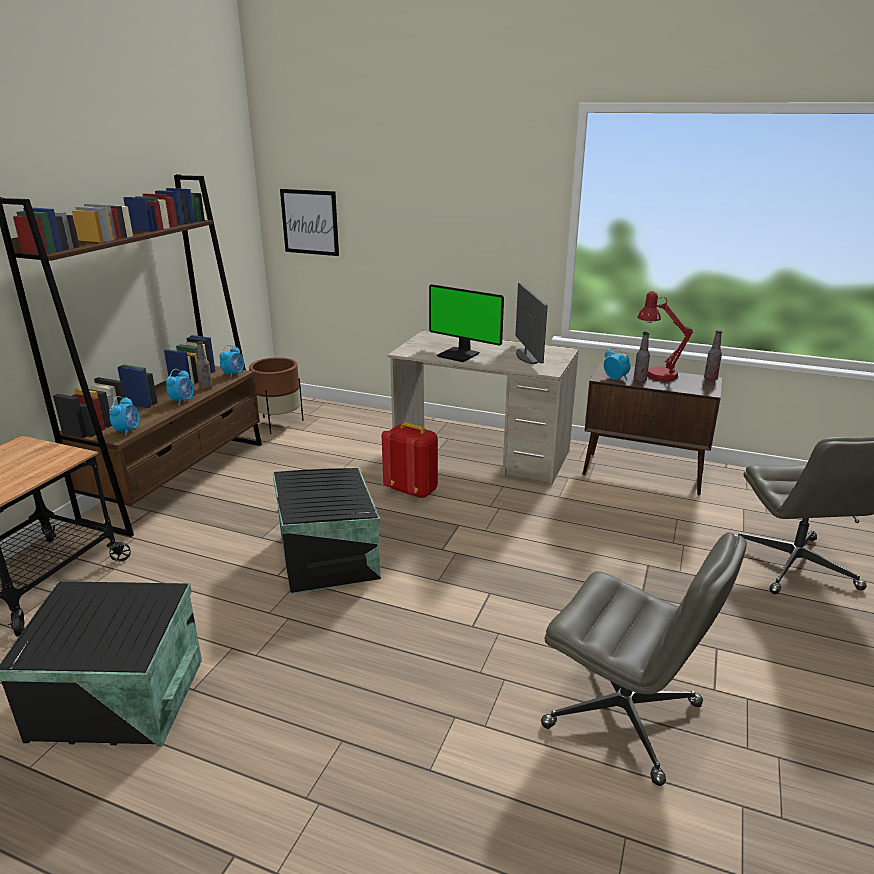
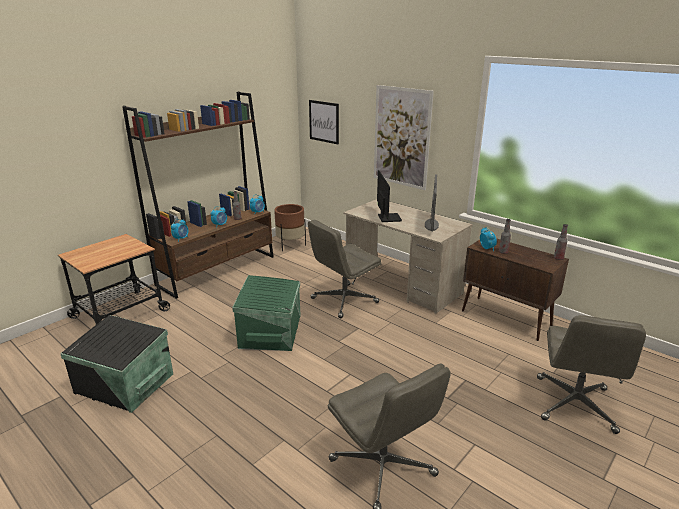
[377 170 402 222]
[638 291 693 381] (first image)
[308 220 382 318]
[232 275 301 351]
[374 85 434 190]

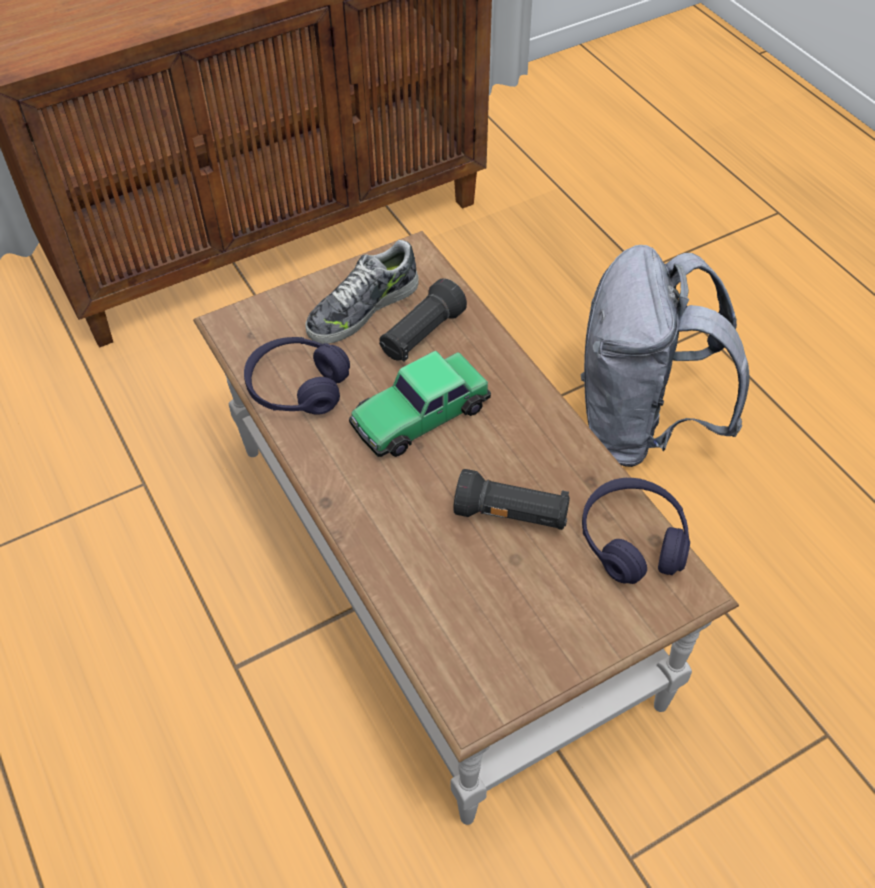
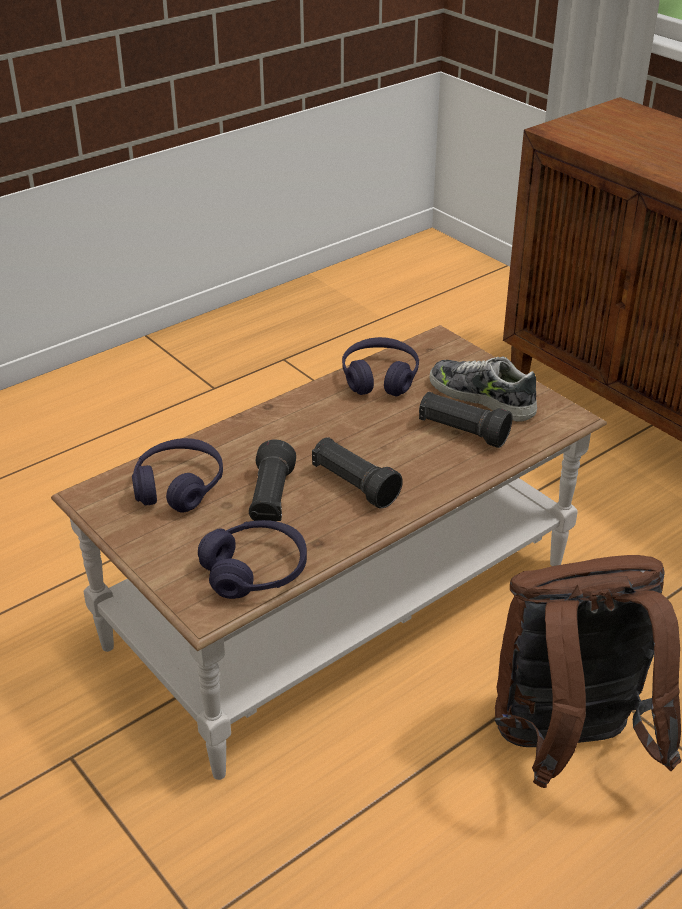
[495 555 681 788]
[349 351 491 457] (first image)
[312 437 403 509]
[132 438 223 513]

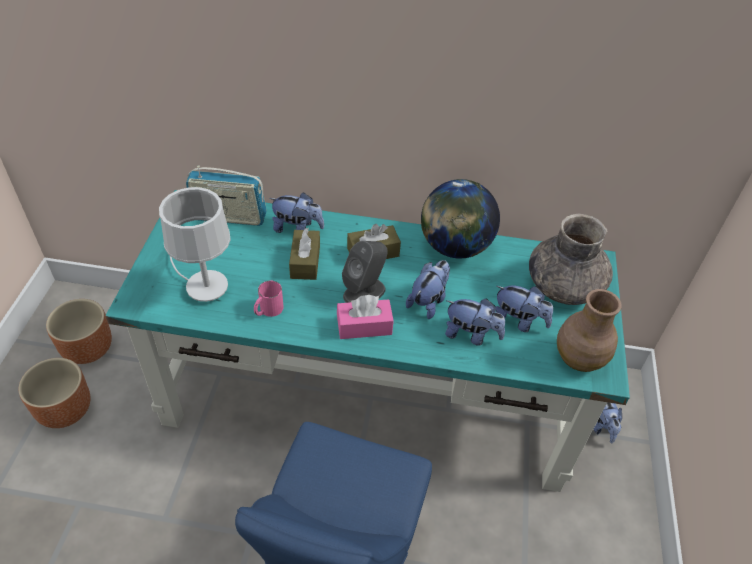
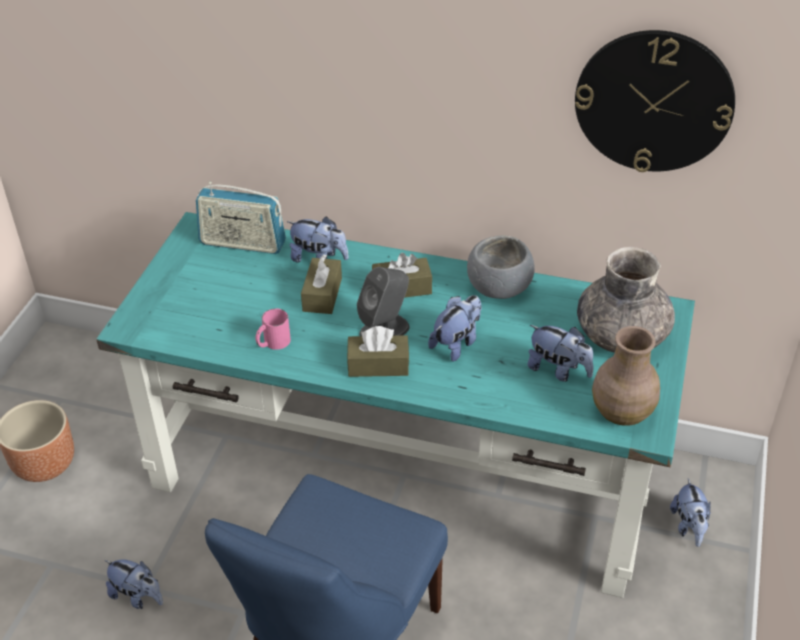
[467 235 535 299]
[159 187 231 302] (first image)
[347 326 409 377]
[46 299 112 364] (first image)
[105 560 163 609]
[575 30 735 172]

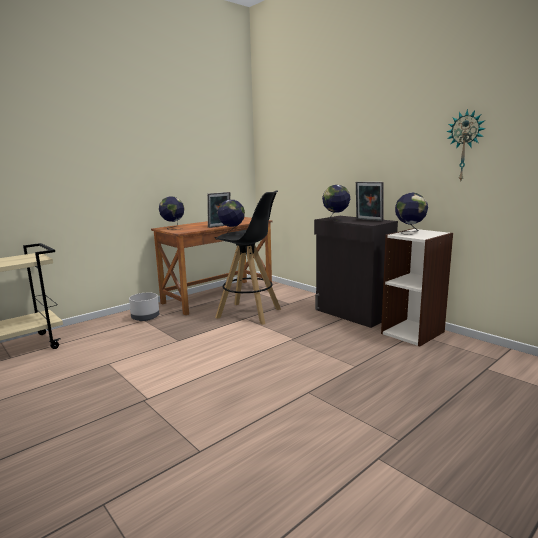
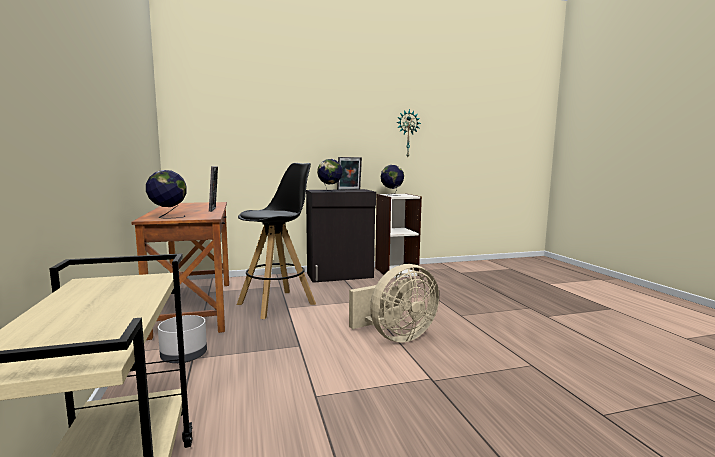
[218 200 245 235] (first image)
[349 264 439 343]

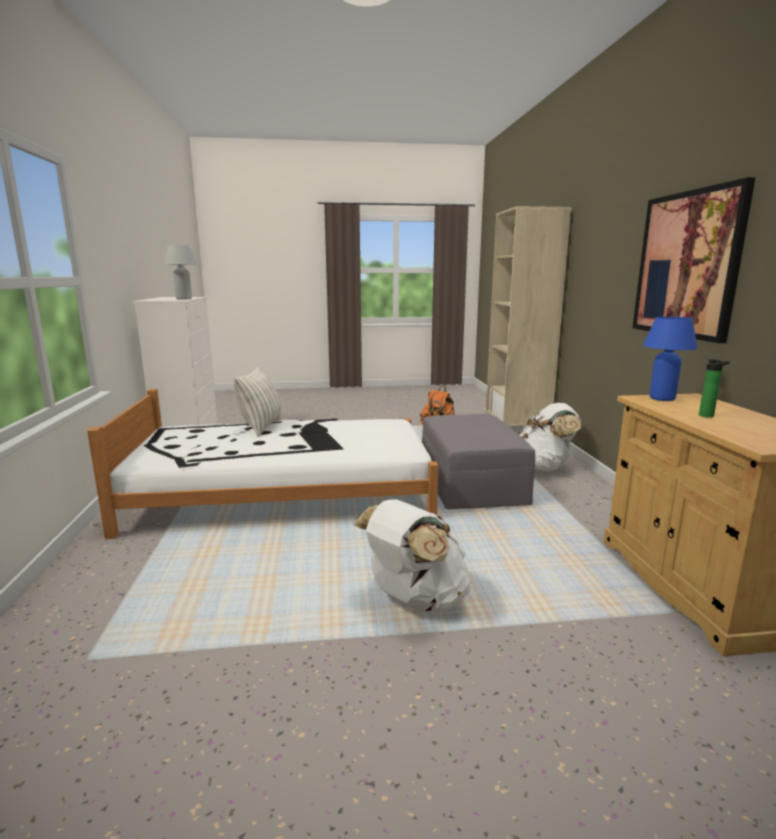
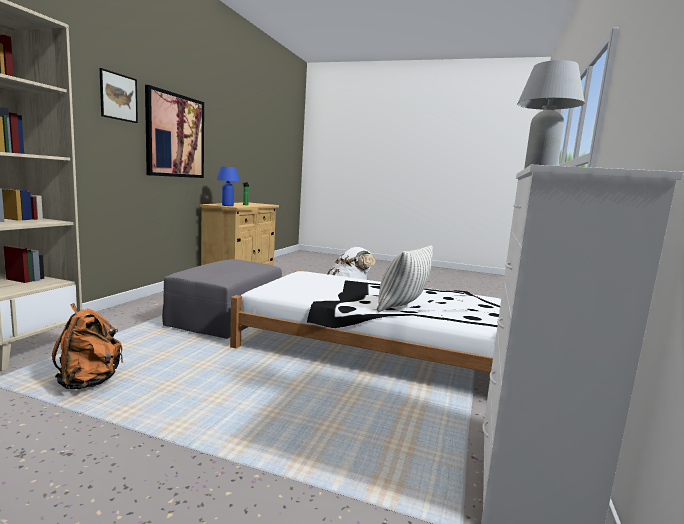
[518 403 581 472] (first image)
[100 68 138 123]

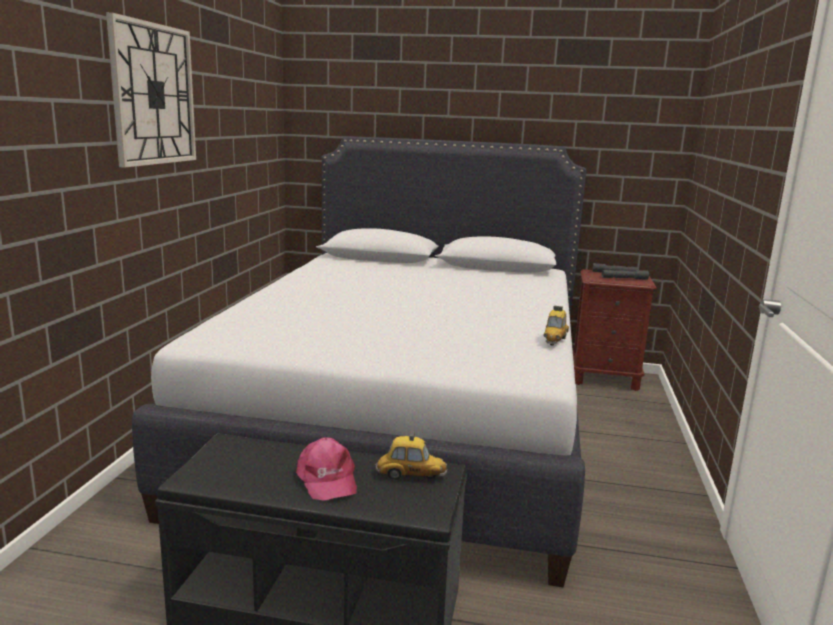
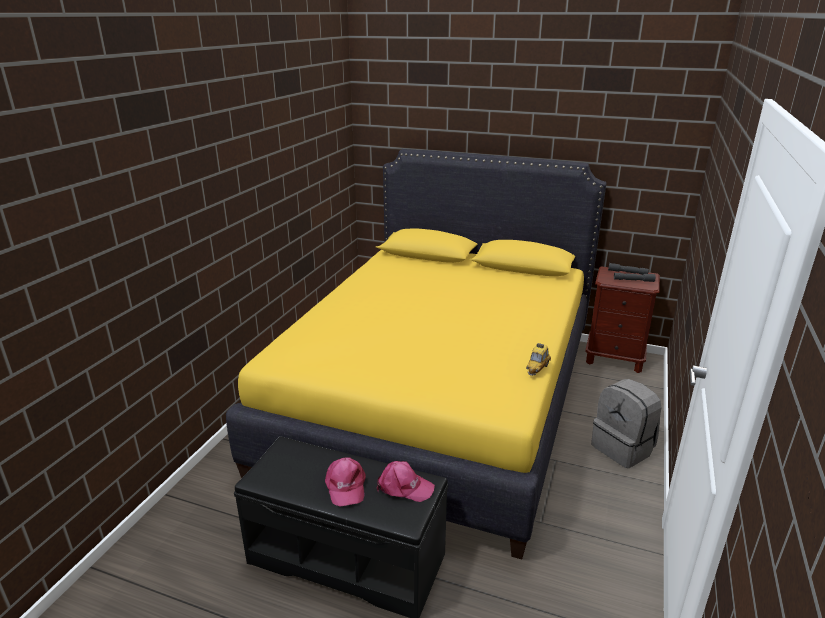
[106 12 196 168] (first image)
[226 149 607 560]
[377 461 435 502]
[591 379 662 468]

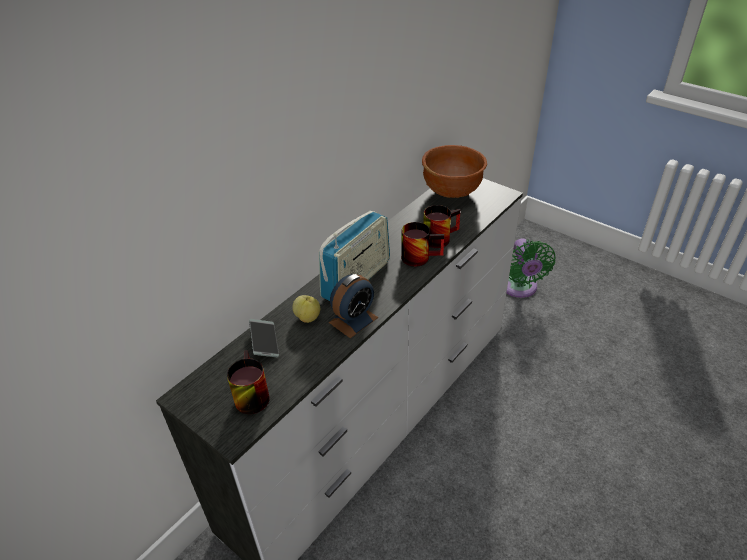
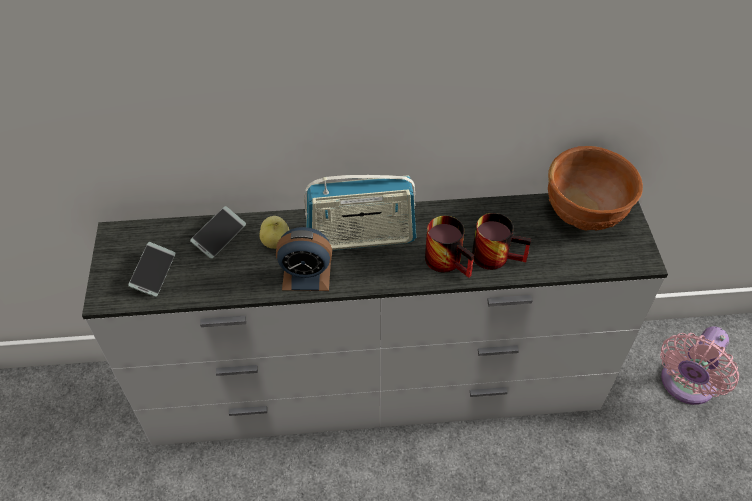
[660 326 739 405]
[128 242 175 297]

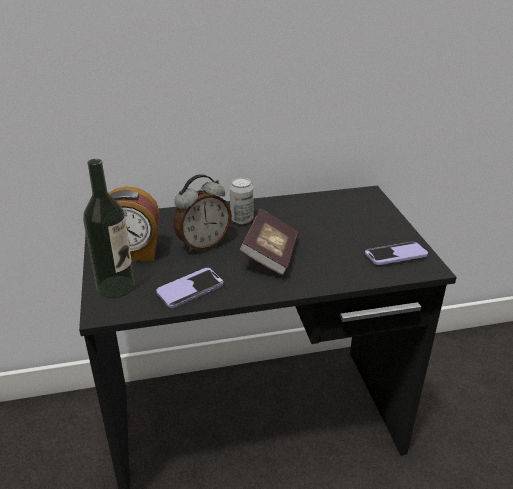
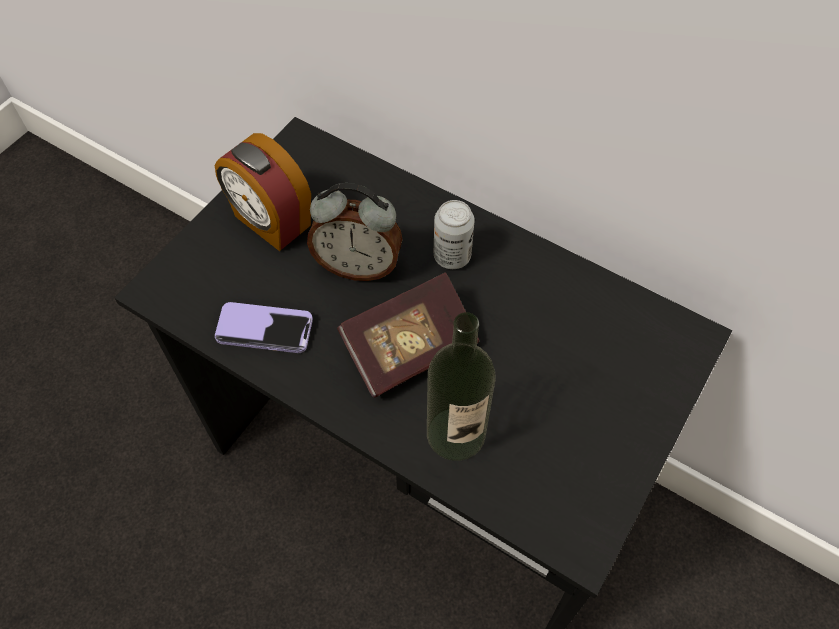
[427 312 496 461]
[365 242 428 265] (first image)

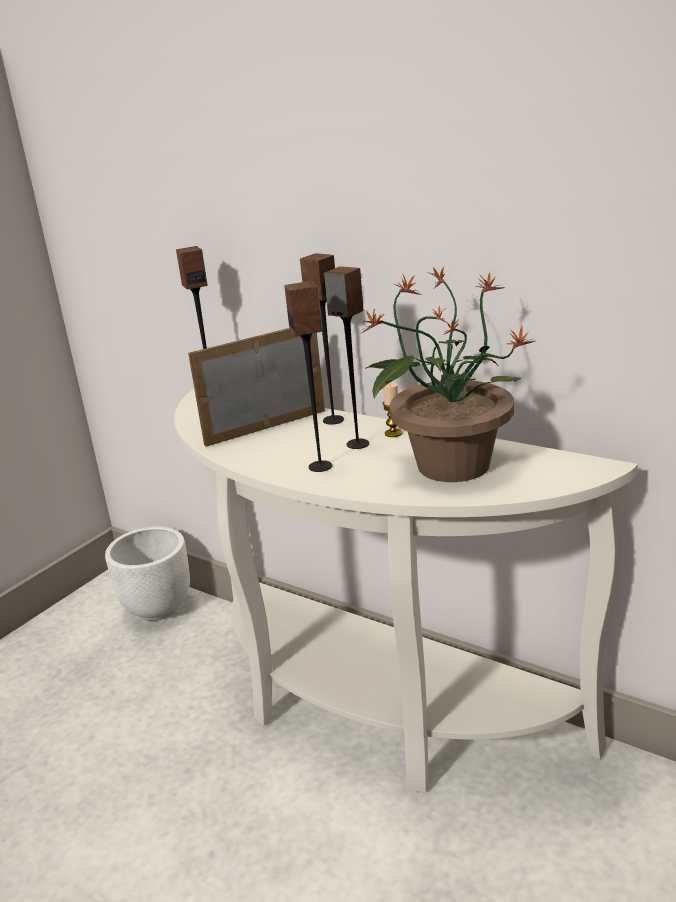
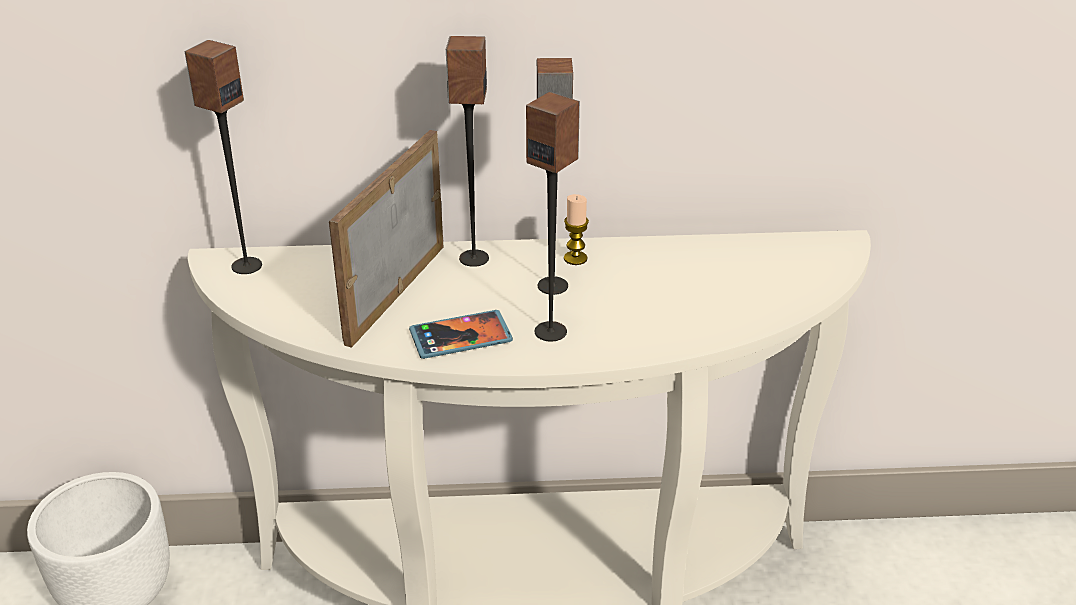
[362 267 535 482] (first image)
[409 310 513 359]

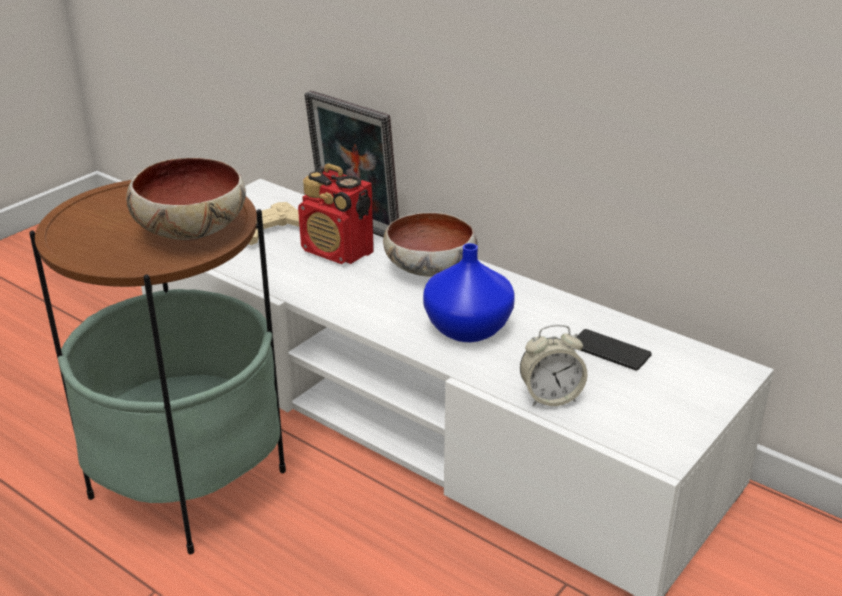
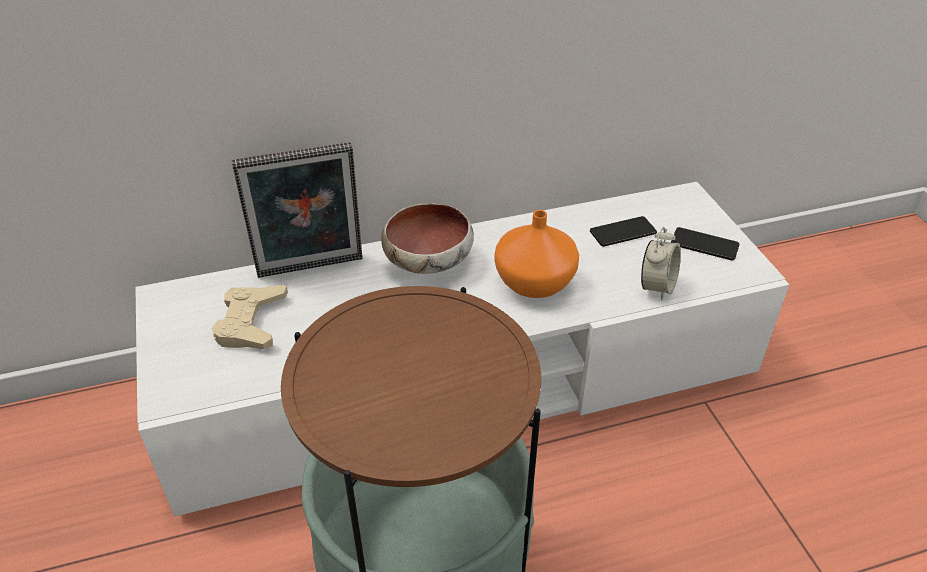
[126 158 246 241] (first image)
[298 163 374 264] (first image)
[495 210 579 298]
[671 227 740 261]

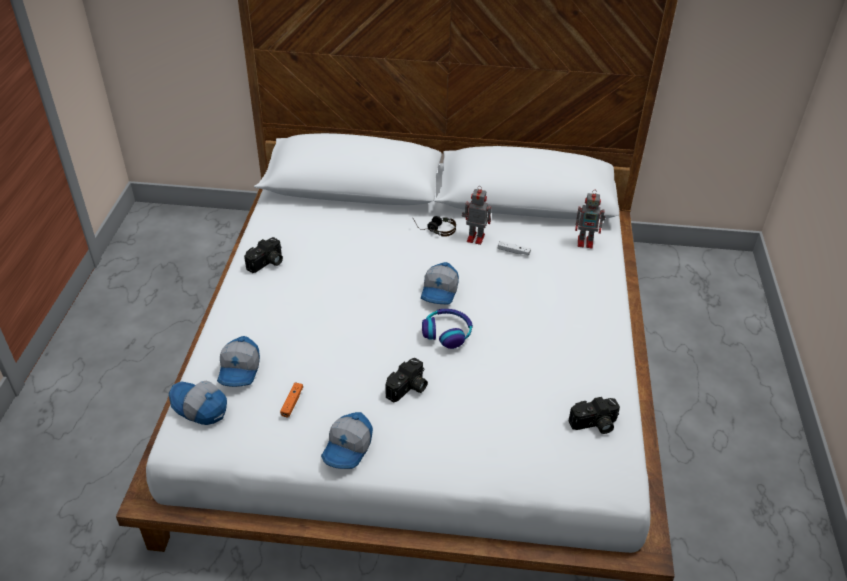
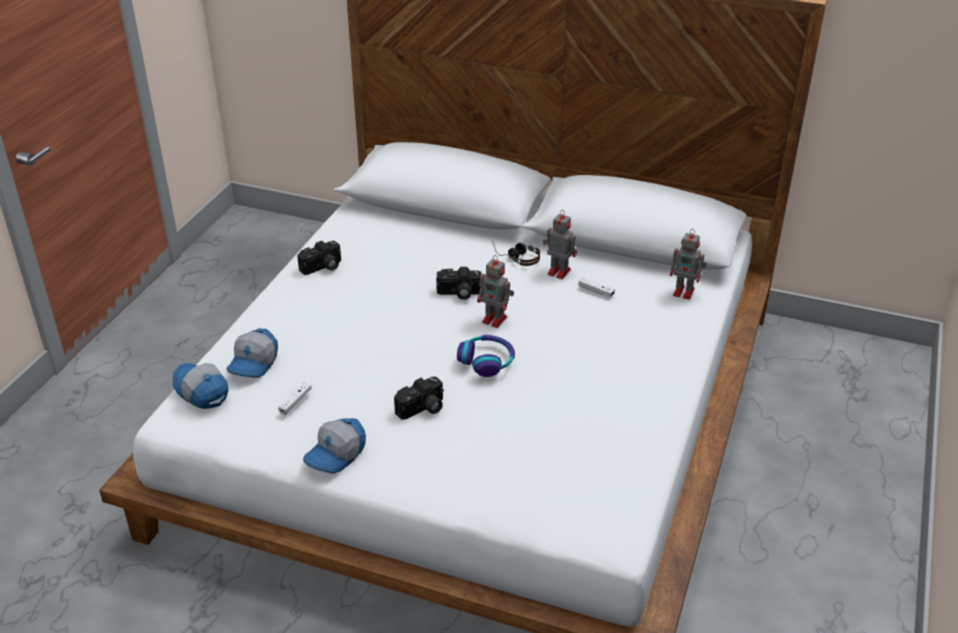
[477 255 514 328]
[278 382 312 415]
[436 267 482 300]

